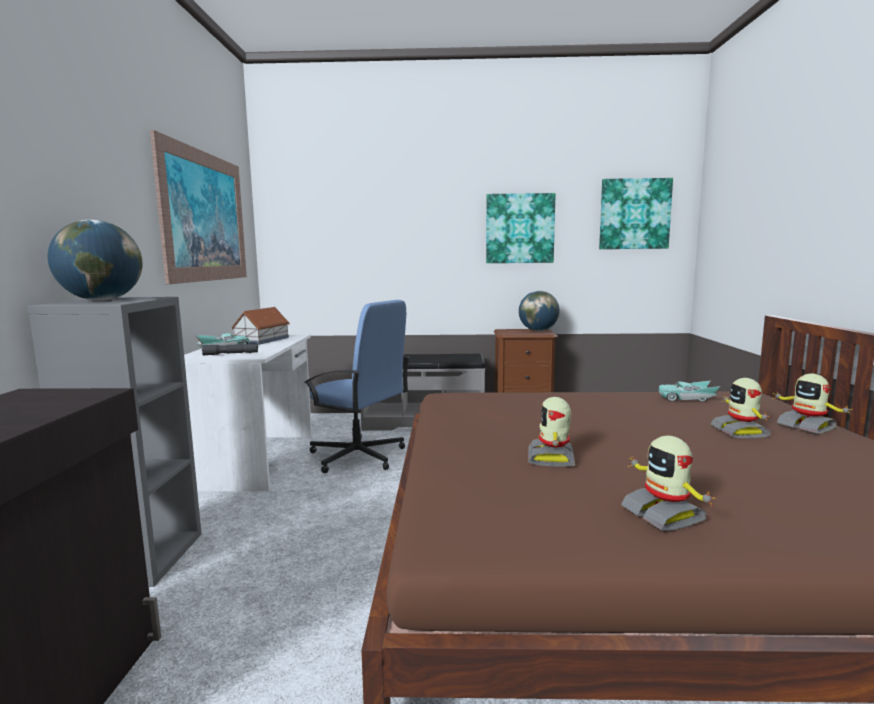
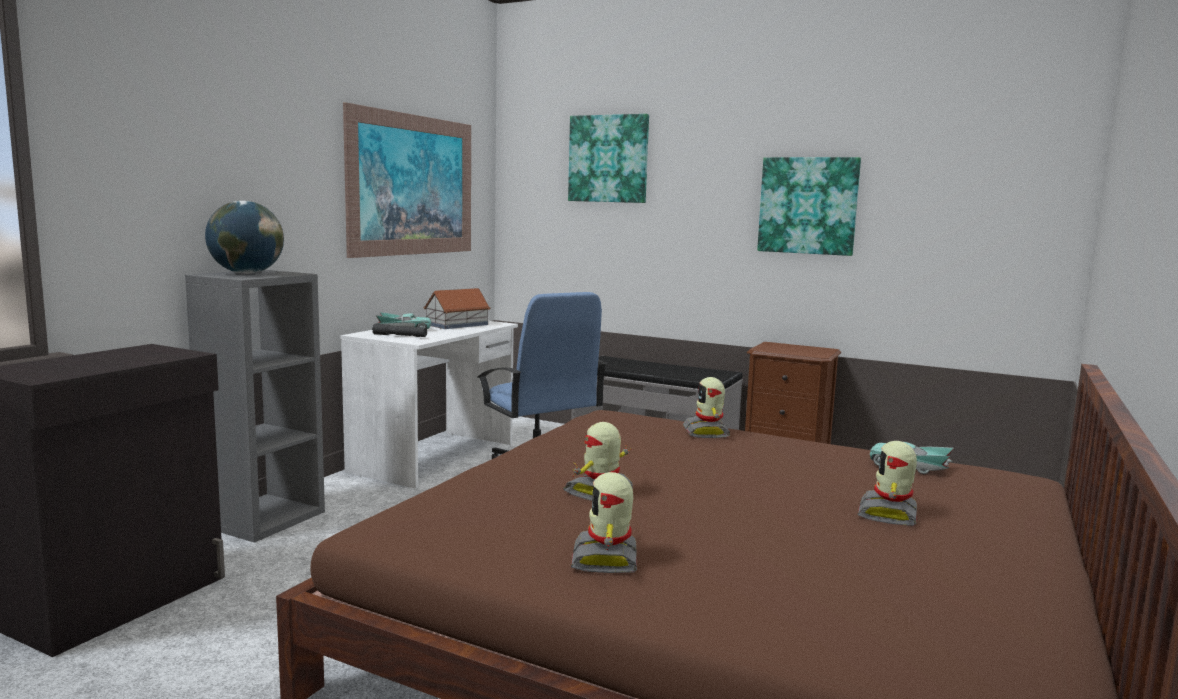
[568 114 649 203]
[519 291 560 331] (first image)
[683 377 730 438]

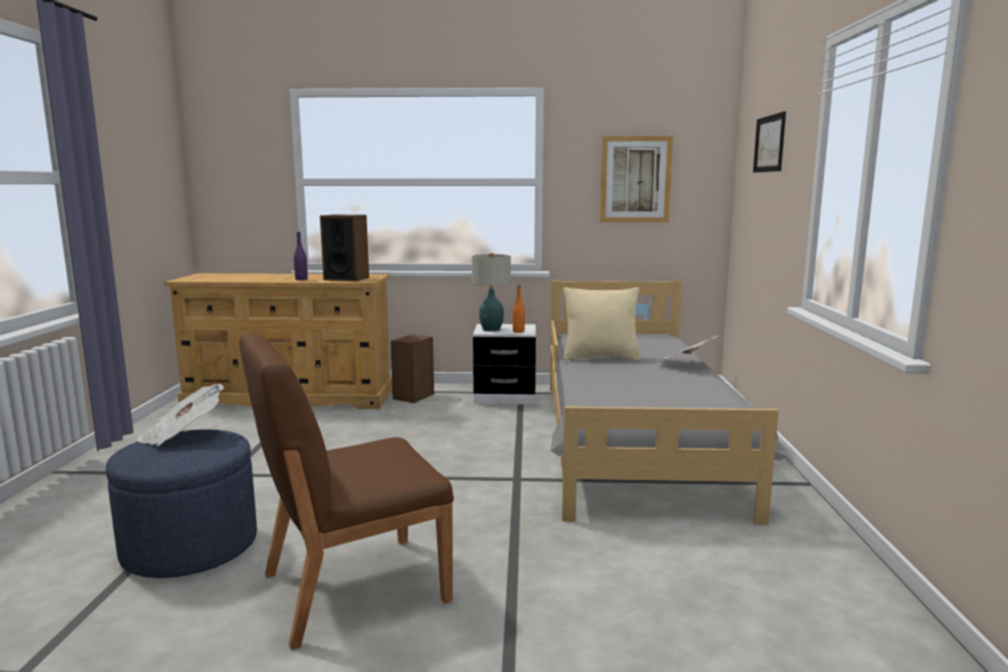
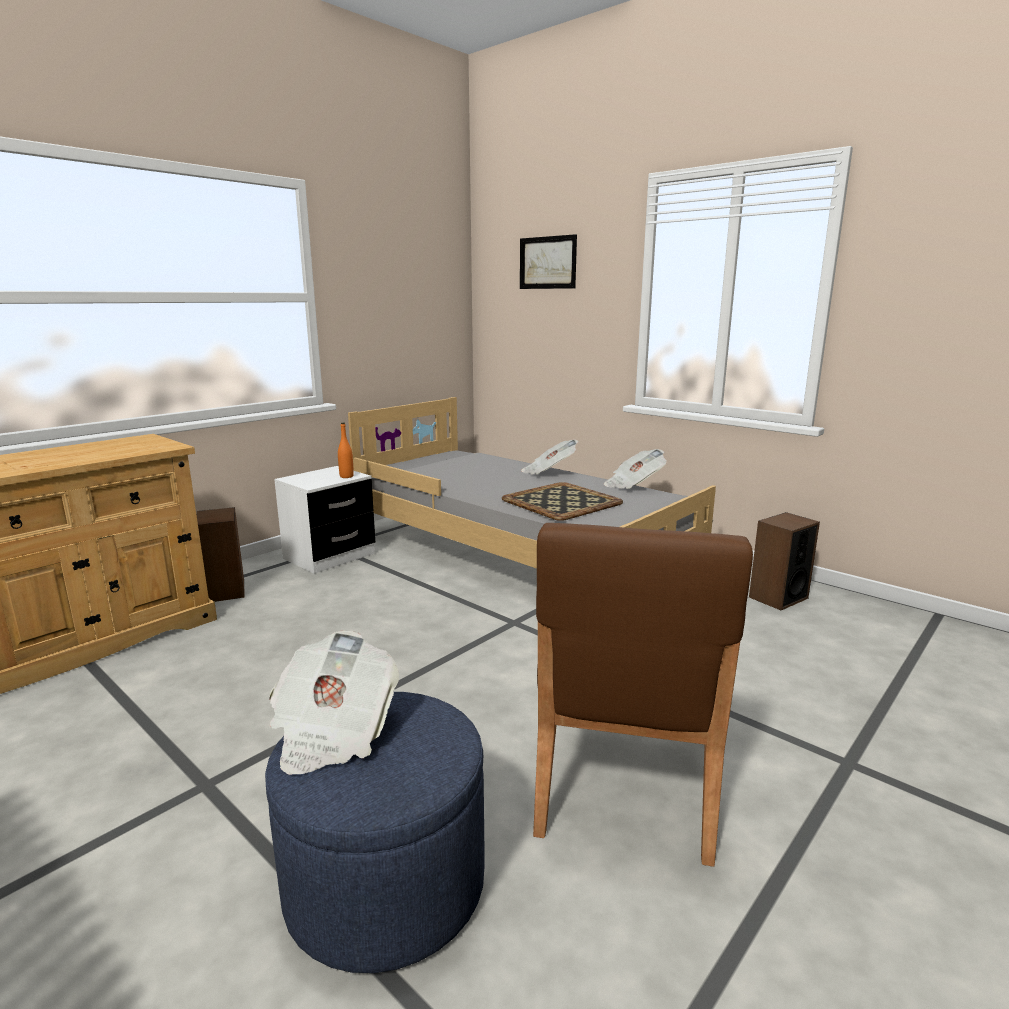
[600 136 673 222] (first image)
[749 512 820 610]
[294 232 308 280] (first image)
[472 253 511 331] (first image)
[563 287 641 361] (first image)
[604 449 667 489]
[502 482 623 521]

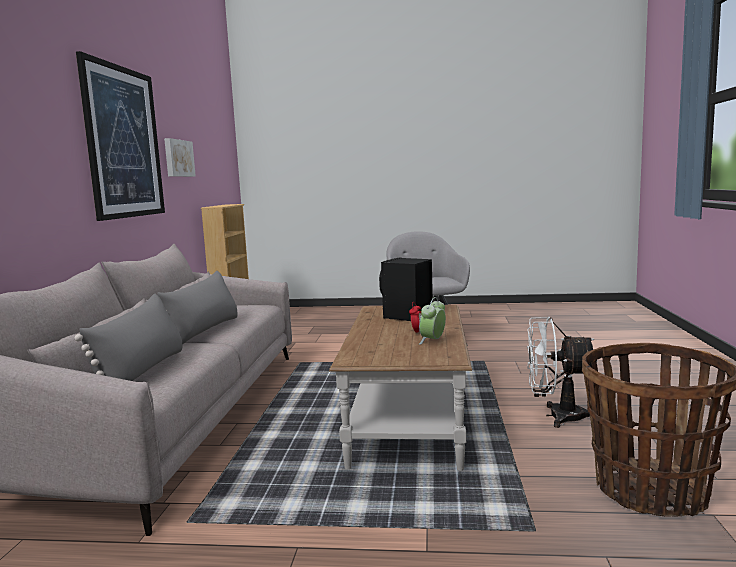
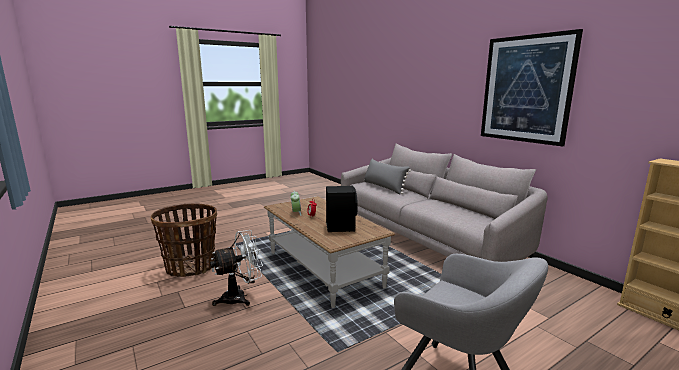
[164 138 196 177] (first image)
[157 271 238 345] (first image)

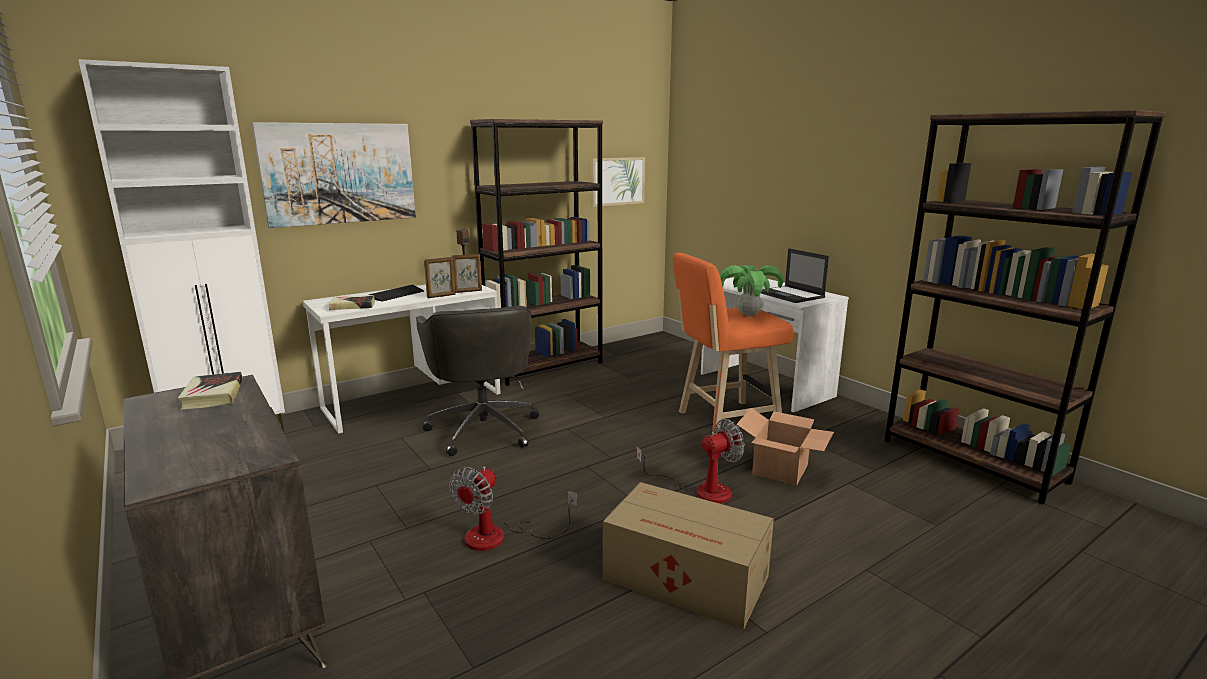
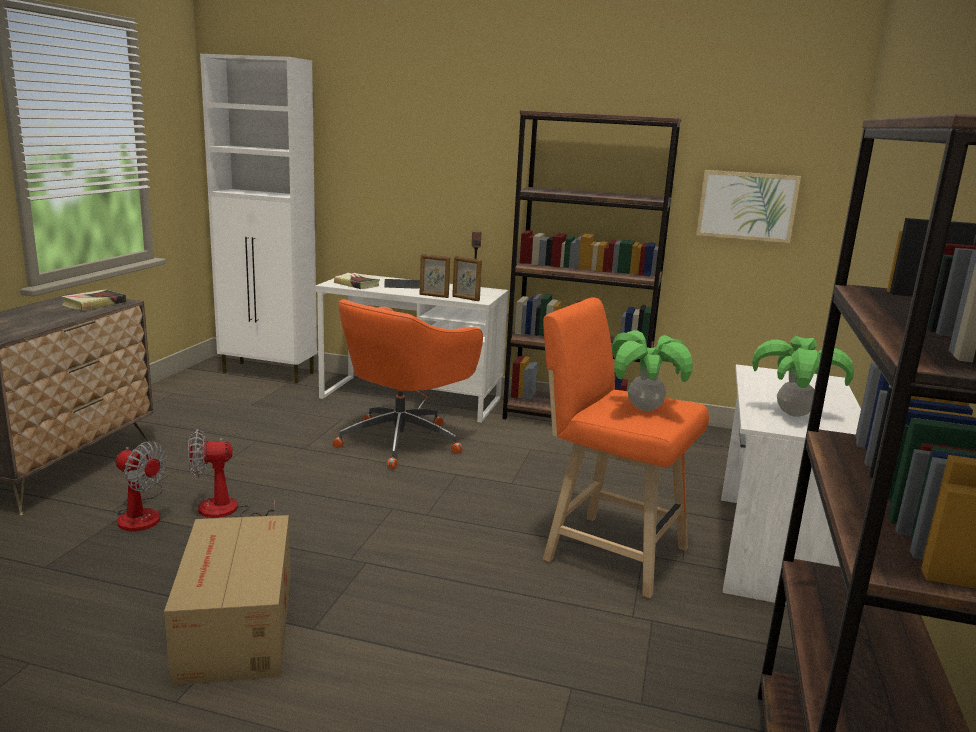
[252 122 416 228] (first image)
[752 336 854 417]
[332 299 483 469]
[736 408 834 486] (first image)
[116 441 167 531]

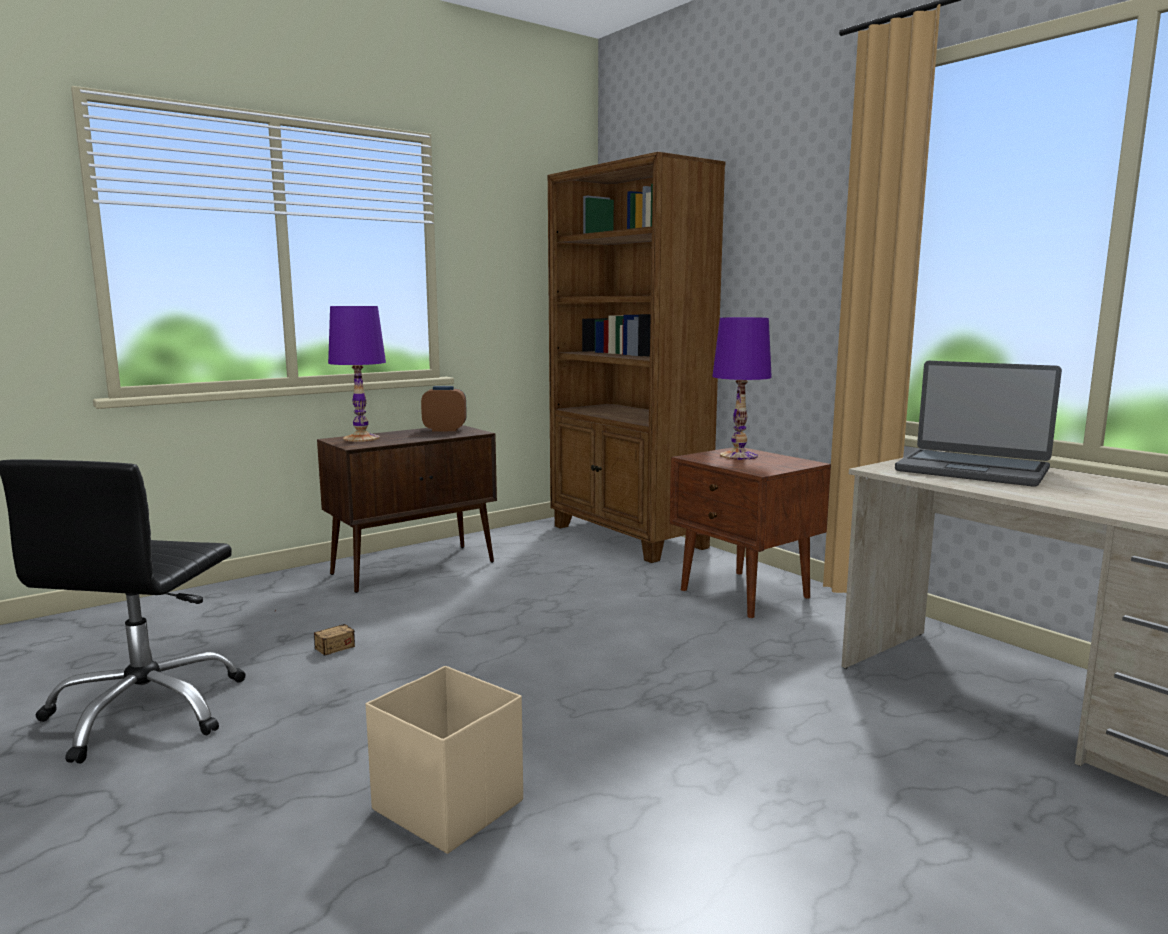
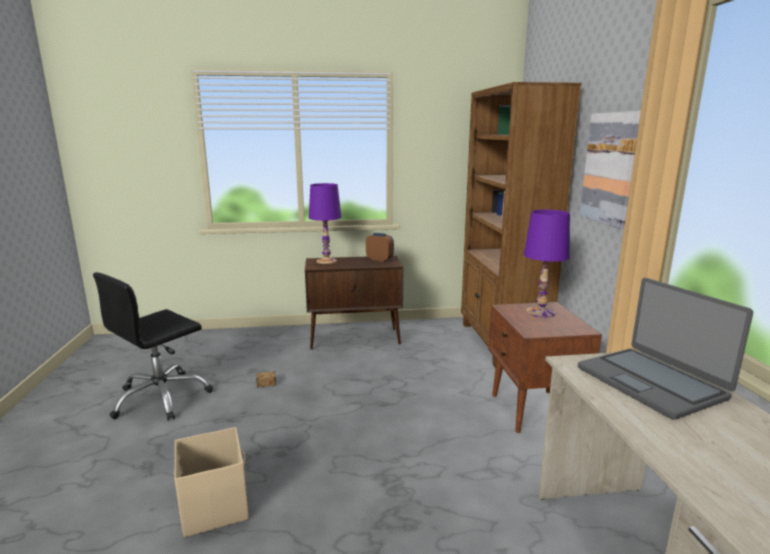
[580 111 641 230]

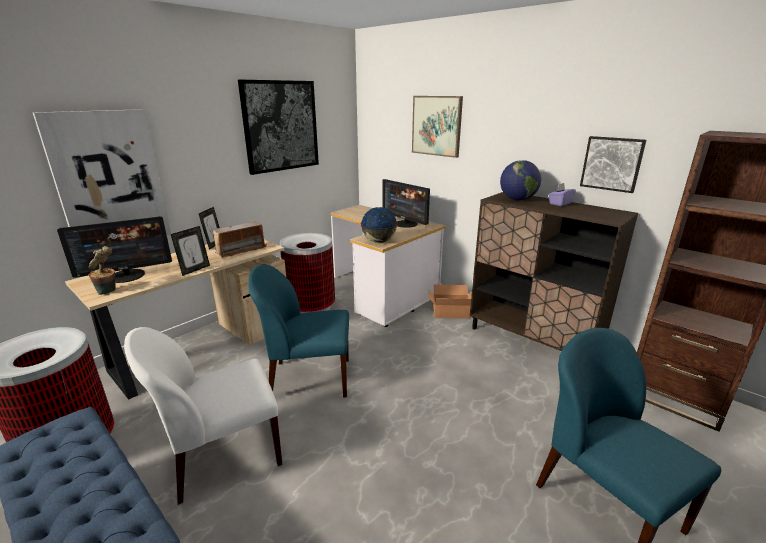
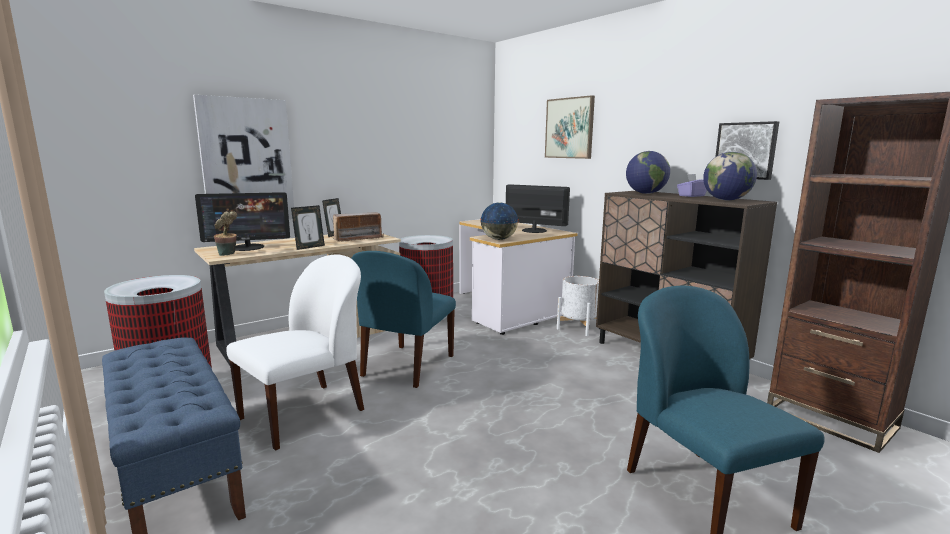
[238 80 319 175] (first image)
[506 184 570 233]
[351 251 456 388]
[557 276 599 336]
[226 254 364 451]
[703 152 757 200]

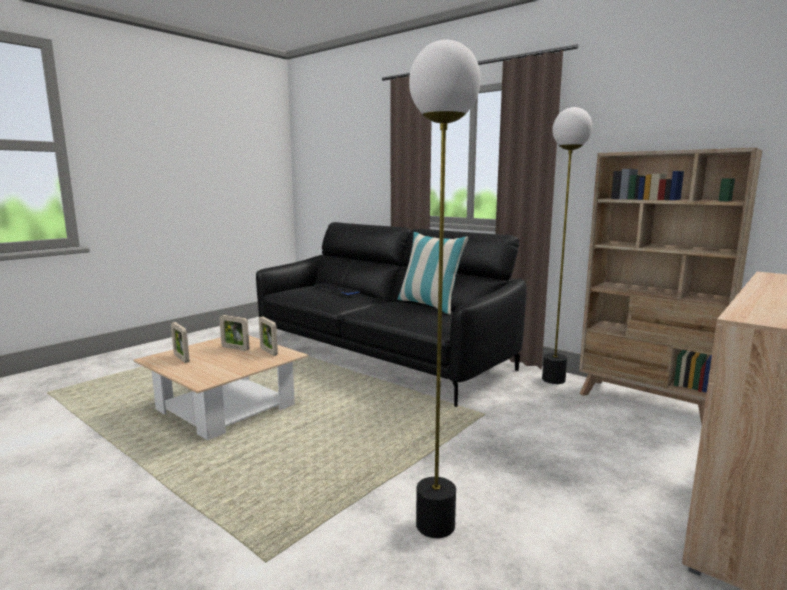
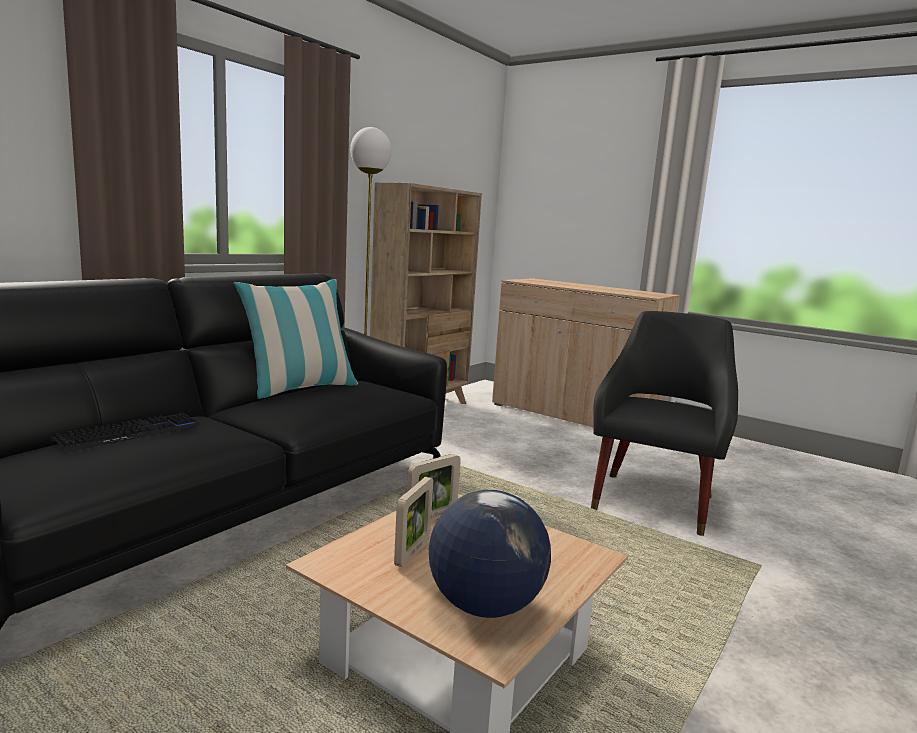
[591 311 738 536]
[429 490 551 618]

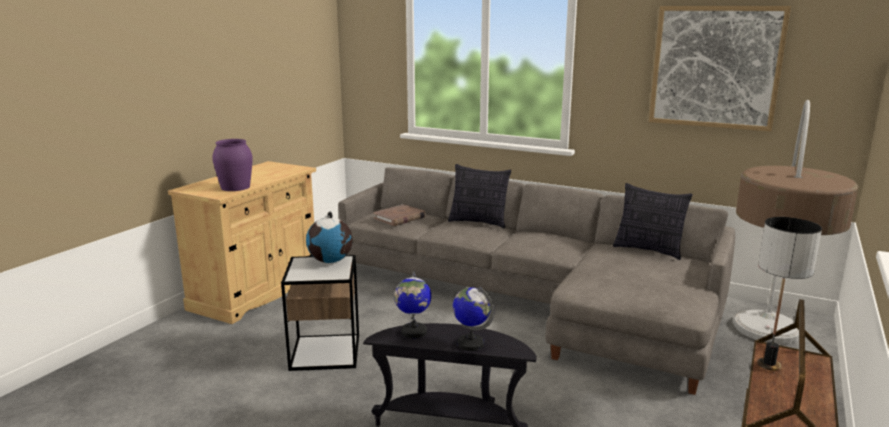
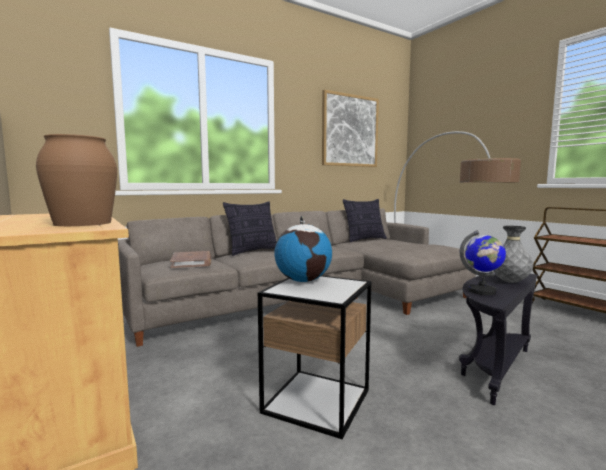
[36 134 117 226]
[757 217 822 371] (first image)
[493 226 534 283]

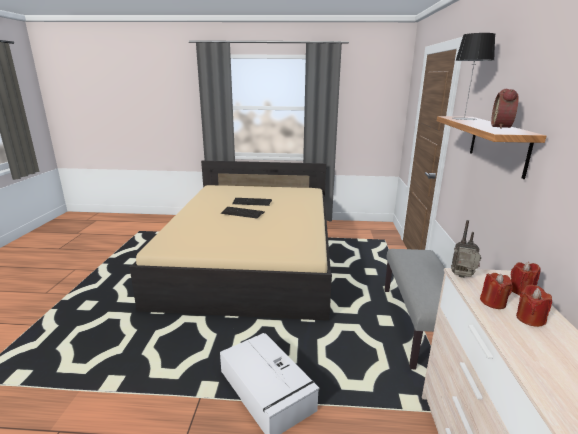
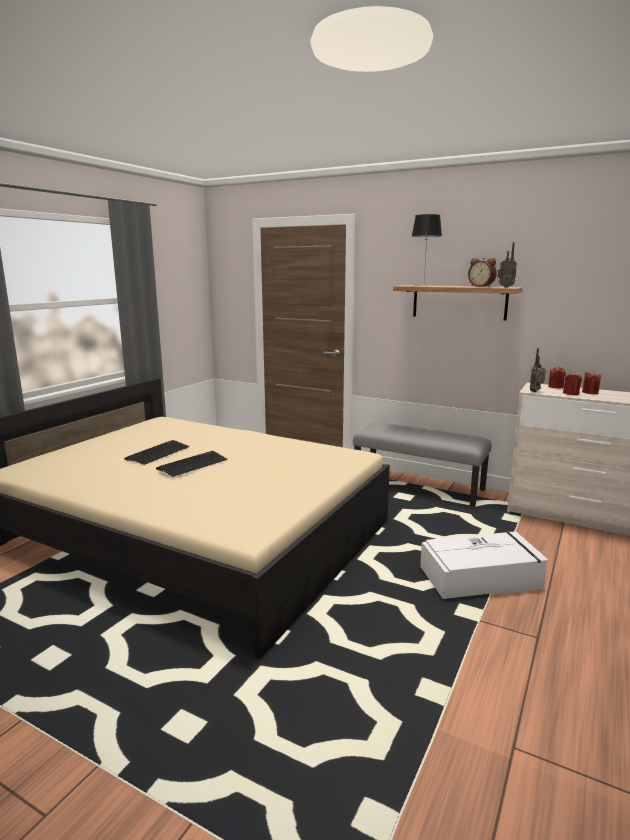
[497 242 517 287]

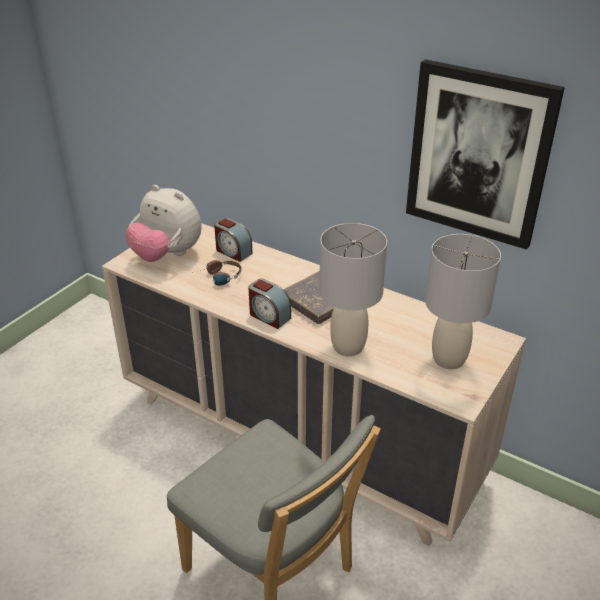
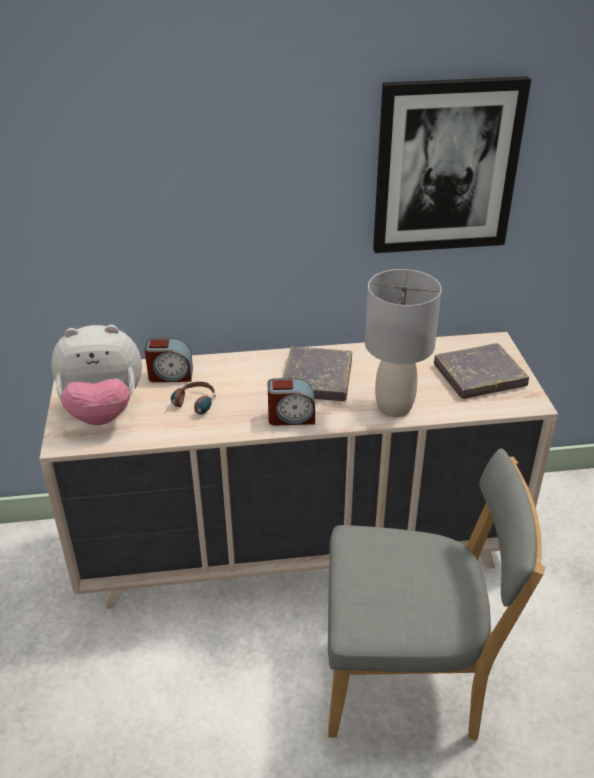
[434 343 529 399]

